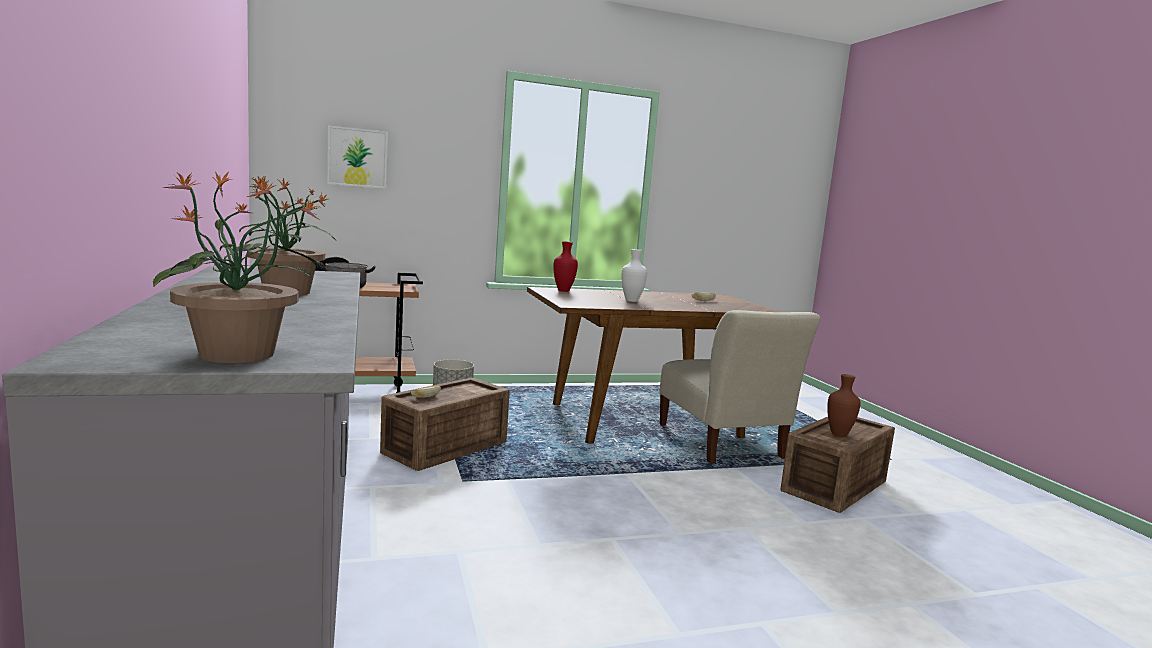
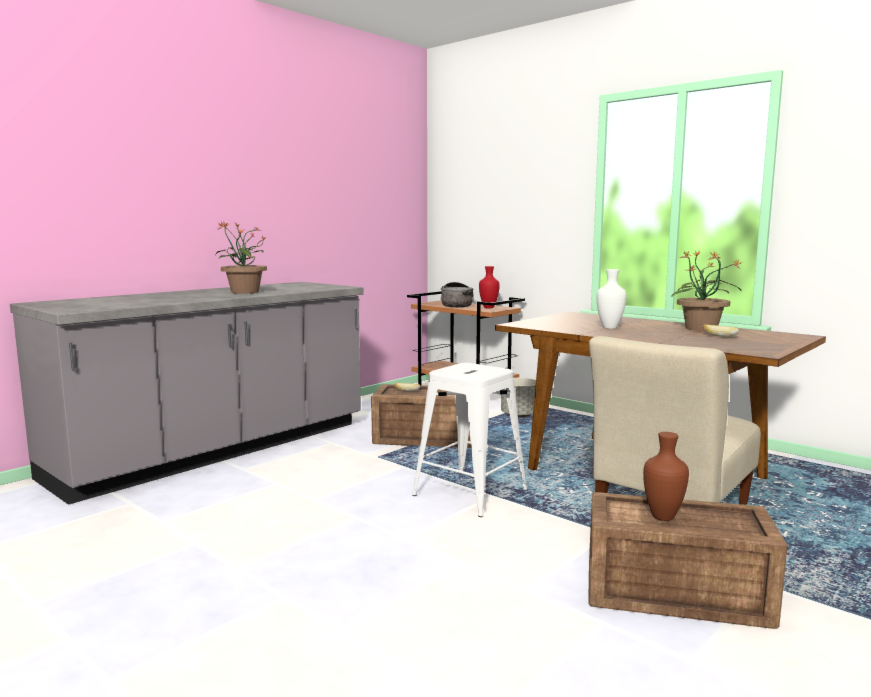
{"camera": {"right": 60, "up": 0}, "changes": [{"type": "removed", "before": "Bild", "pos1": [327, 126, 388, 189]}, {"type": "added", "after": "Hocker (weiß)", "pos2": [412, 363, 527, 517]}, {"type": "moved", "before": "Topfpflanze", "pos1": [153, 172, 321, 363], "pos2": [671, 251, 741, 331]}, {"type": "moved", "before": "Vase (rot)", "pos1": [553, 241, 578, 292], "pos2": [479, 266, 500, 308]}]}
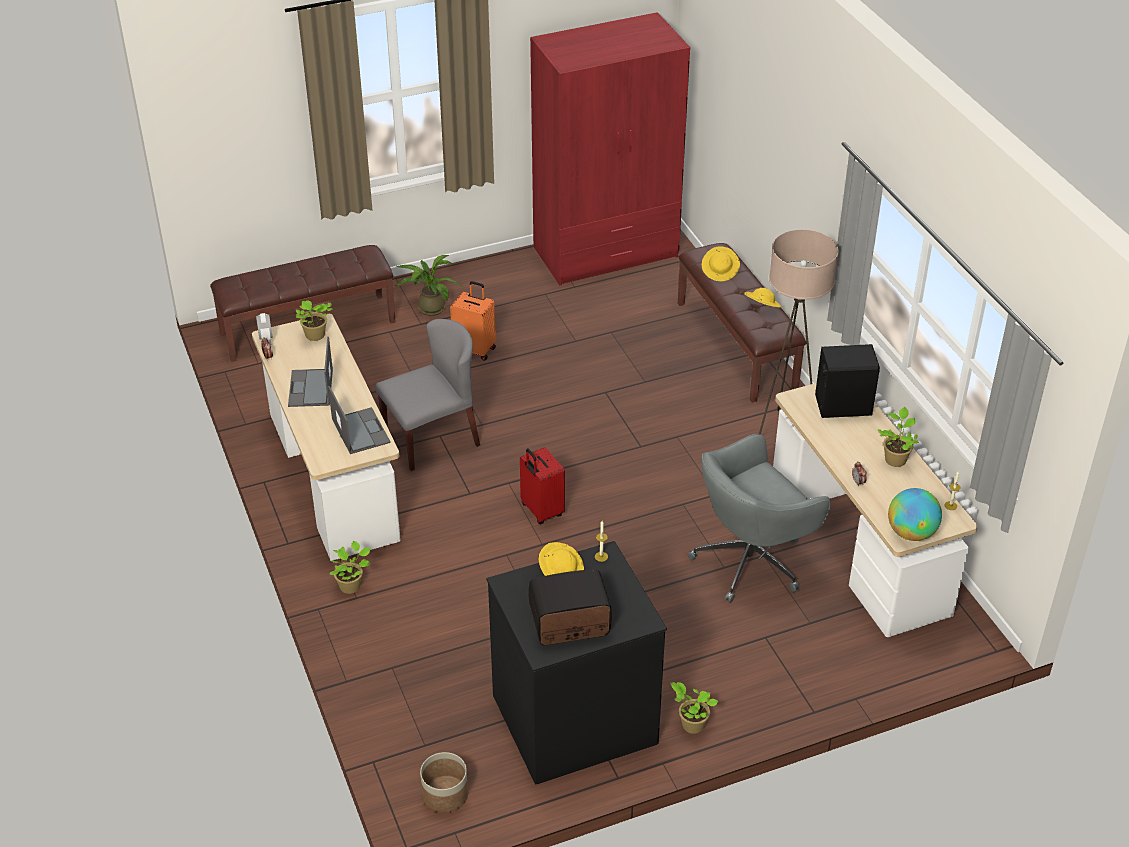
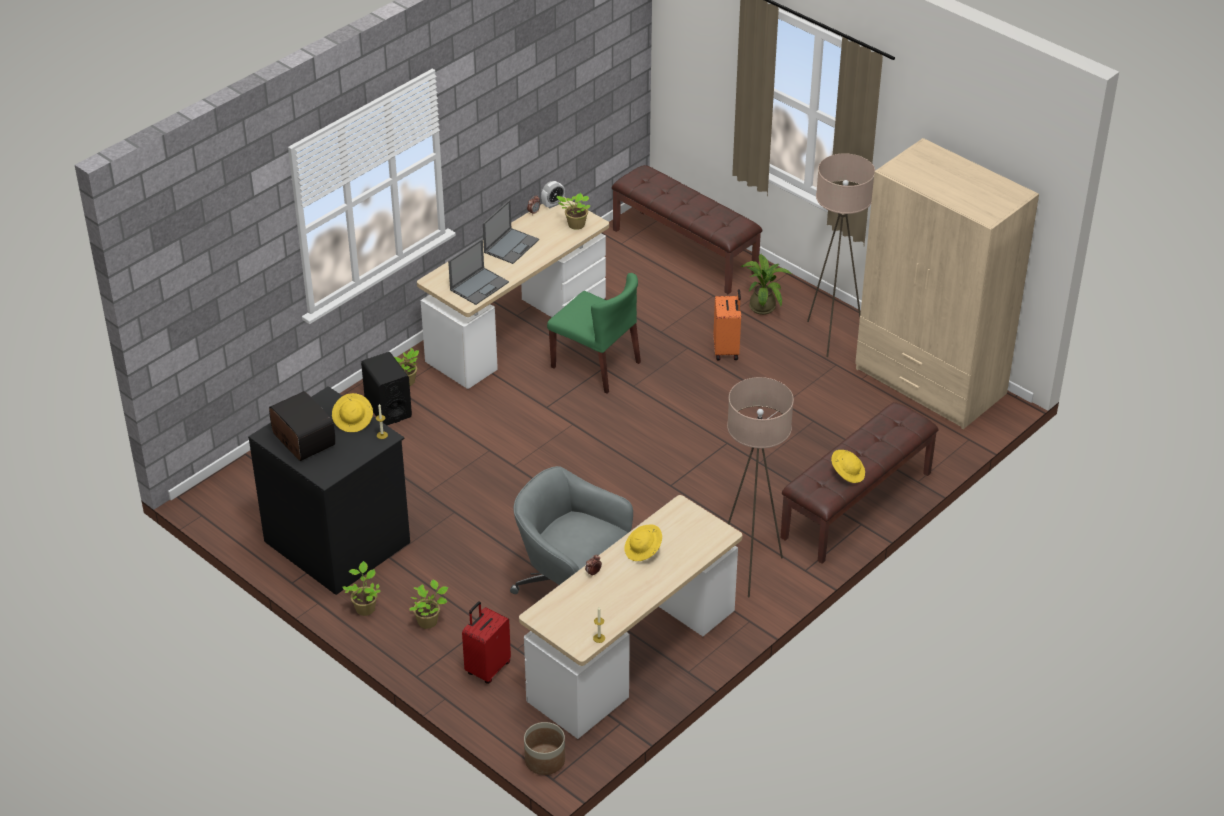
{"camera": {"right": 65, "up": 0}, "changes": [{"type": "removed", "before": "Globus", "pos1": [888, 488, 942, 541]}, {"type": "added", "after": "Stehlampe (beige)", "pos2": [807, 153, 875, 357]}, {"type": "moved", "before": "Pflanzkübel", "pos1": [420, 752, 468, 813], "pos2": [524, 722, 565, 775]}, {"type": "moved", "before": "Koffer (rot)", "pos1": [520, 447, 565, 524], "pos2": [462, 601, 511, 684]}, {"type": "moved", "before": "Hut (gelb)", "pos1": [702, 246, 740, 281], "pos2": [624, 525, 662, 561]}, {"type": "moved", "before": "Lautsprecher (schwarz)", "pos1": [815, 344, 880, 418], "pos2": [361, 352, 412, 425]}, {"type": "moved", "before": "Topfpflanze", "pos1": [878, 407, 919, 467], "pos2": [410, 579, 448, 629]}, {"type": "recoloured", "before": "Stuhl (grau)", "after": "Stuhl (grün)", "pos1": [375, 319, 480, 471], "pos2": [547, 273, 641, 393]}, {"type": "recoloured", "before": "Kleiderschrank (rot)", "after": "Kleiderschrank (beige)", "pos1": [530, 12, 690, 285], "pos2": [855, 138, 1039, 429]}, {"type": "turned", "before": "Laptop", "pos1": [288, 337, 333, 407], "pos2": [483, 200, 539, 264], "turn": 150}]}
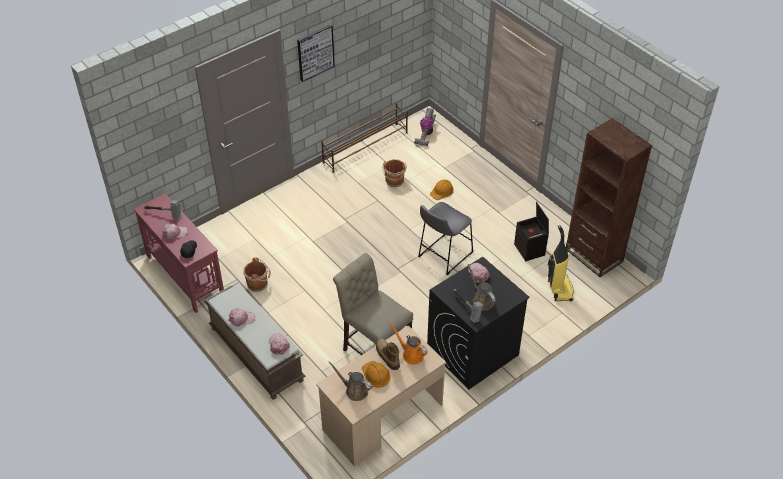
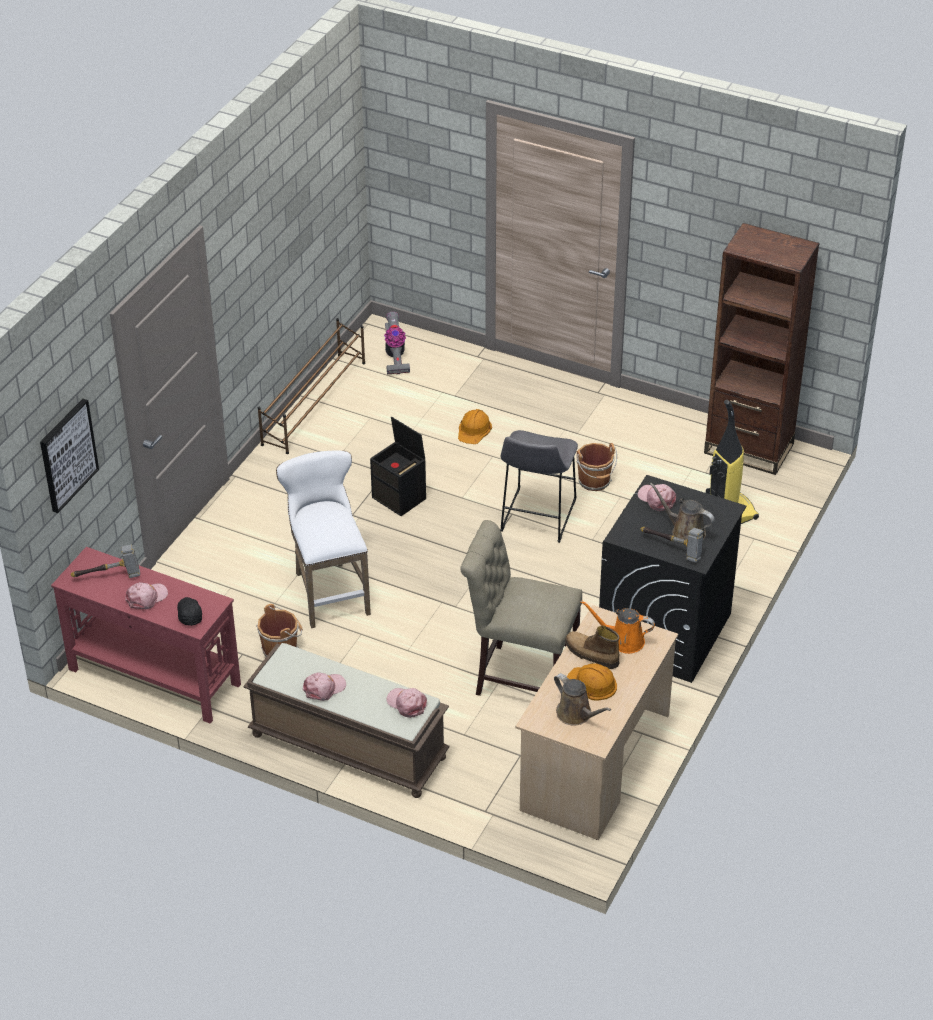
{"camera": {"right": -25, "up": -5}, "changes": [{"type": "added", "after": "Hocker (weiß)", "pos2": [276, 450, 371, 628]}, {"type": "moved", "before": "Bild", "pos1": [297, 24, 335, 82], "pos2": [40, 399, 99, 513]}, {"type": "moved", "before": "Eimer (braun)", "pos1": [382, 159, 407, 187], "pos2": [577, 443, 617, 491]}, {"type": "moved", "before": "Aufbewahrungsbox (schwarz)", "pos1": [514, 202, 549, 262], "pos2": [370, 416, 426, 516]}, {"type": "turned", "before": "Gießkanne (braun)", "pos1": [328, 361, 372, 401], "pos2": [554, 673, 611, 725], "turn": -135}]}
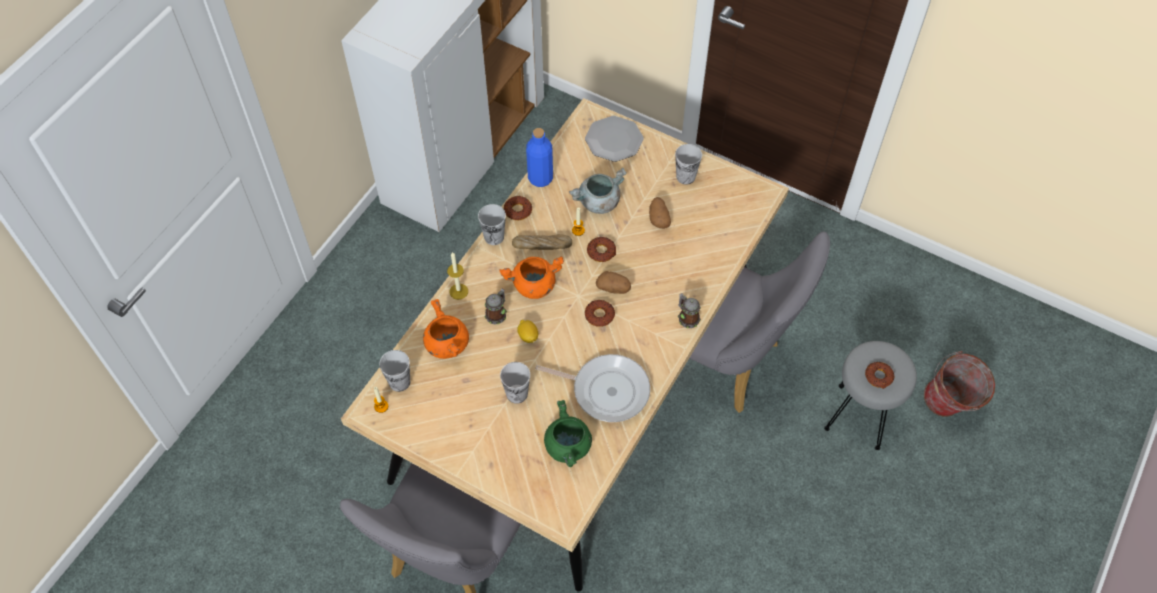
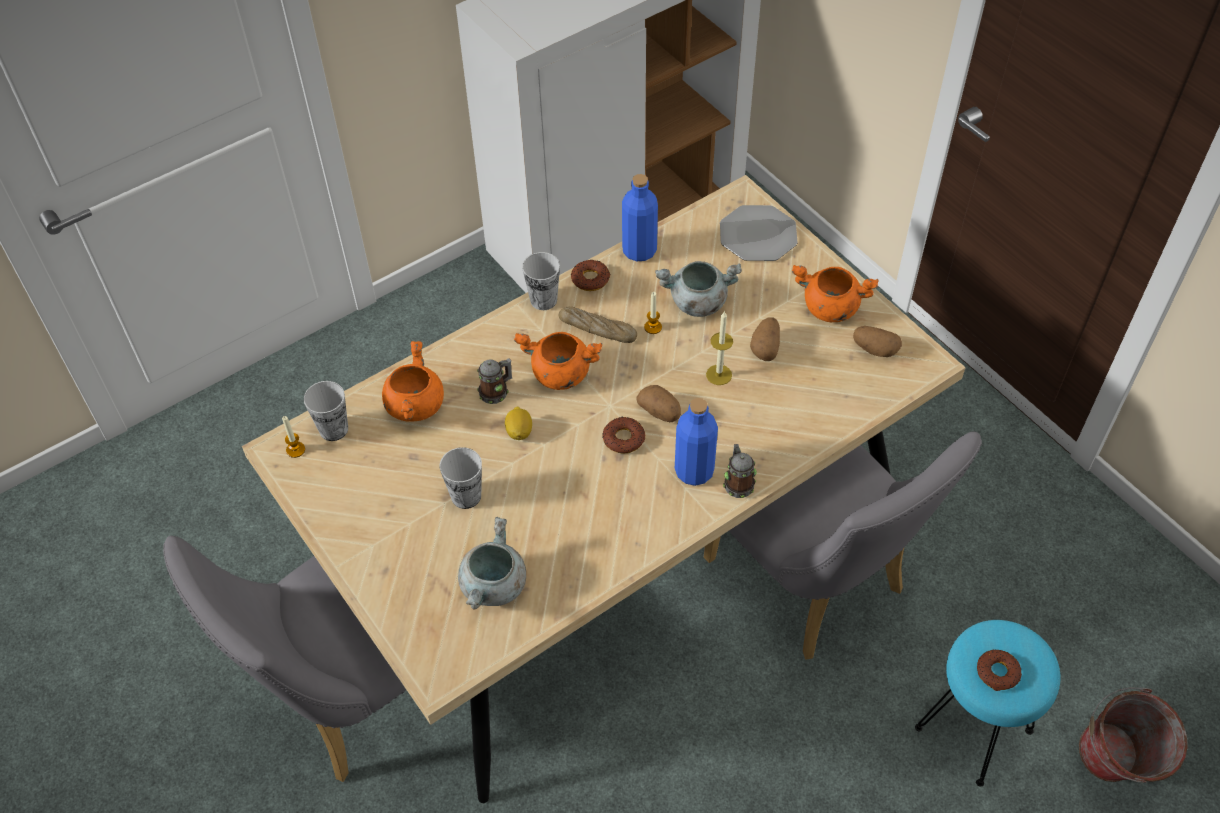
{"camera": {"right": 25, "up": -5}, "changes": [{"type": "removed", "before": "Pfanne", "pos1": [535, 354, 650, 422]}, {"type": "removed", "before": "Donut", "pos1": [587, 237, 616, 262]}, {"type": "added", "after": "Flasche (blau)", "pos2": [675, 398, 718, 486]}, {"type": "added", "after": "Kartoffel", "pos2": [853, 326, 902, 357]}, {"type": "moved", "before": "Kerze", "pos1": [447, 252, 468, 300], "pos2": [706, 311, 733, 385]}, {"type": "replaced", "before": "Tasse", "after": "Kochtopf (orange)", "pos1": [675, 144, 702, 185], "pos2": [792, 265, 879, 322]}, {"type": "recoloured", "before": "Kochtopf (grün)", "after": "Kochtopf (grau)", "pos1": [544, 400, 592, 467], "pos2": [458, 517, 526, 610]}, {"type": "recoloured", "before": "Hocker (grau)", "after": "Hocker (türkis)", "pos1": [824, 341, 917, 450], "pos2": [915, 620, 1061, 786]}]}
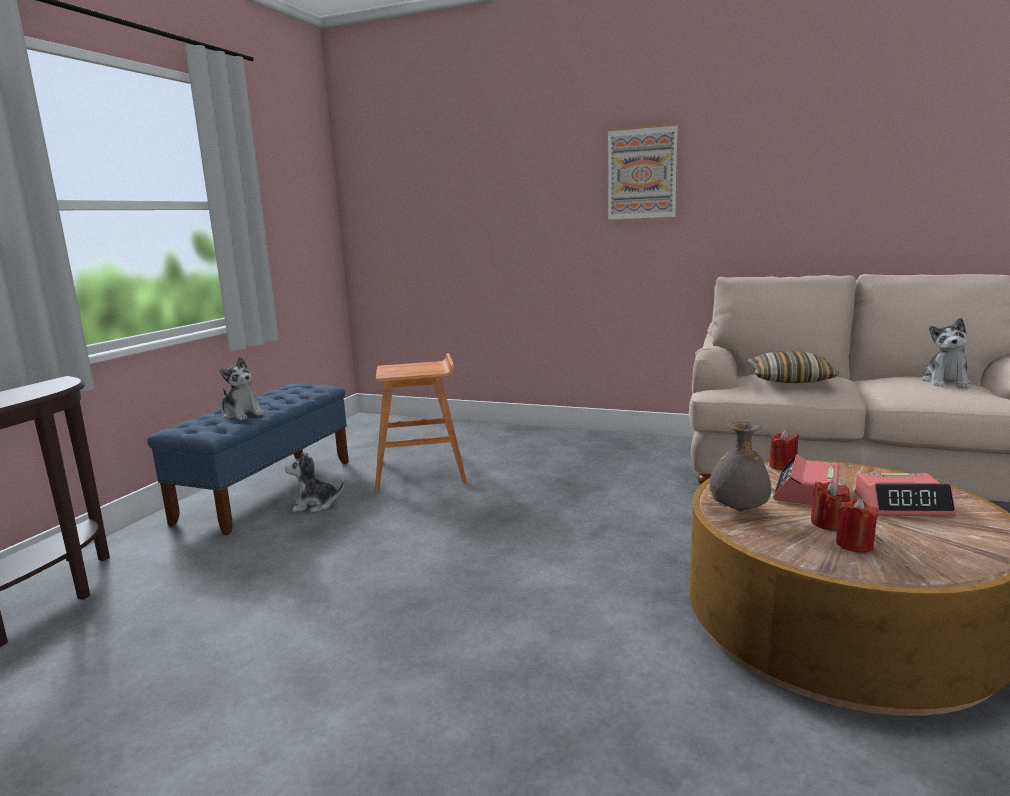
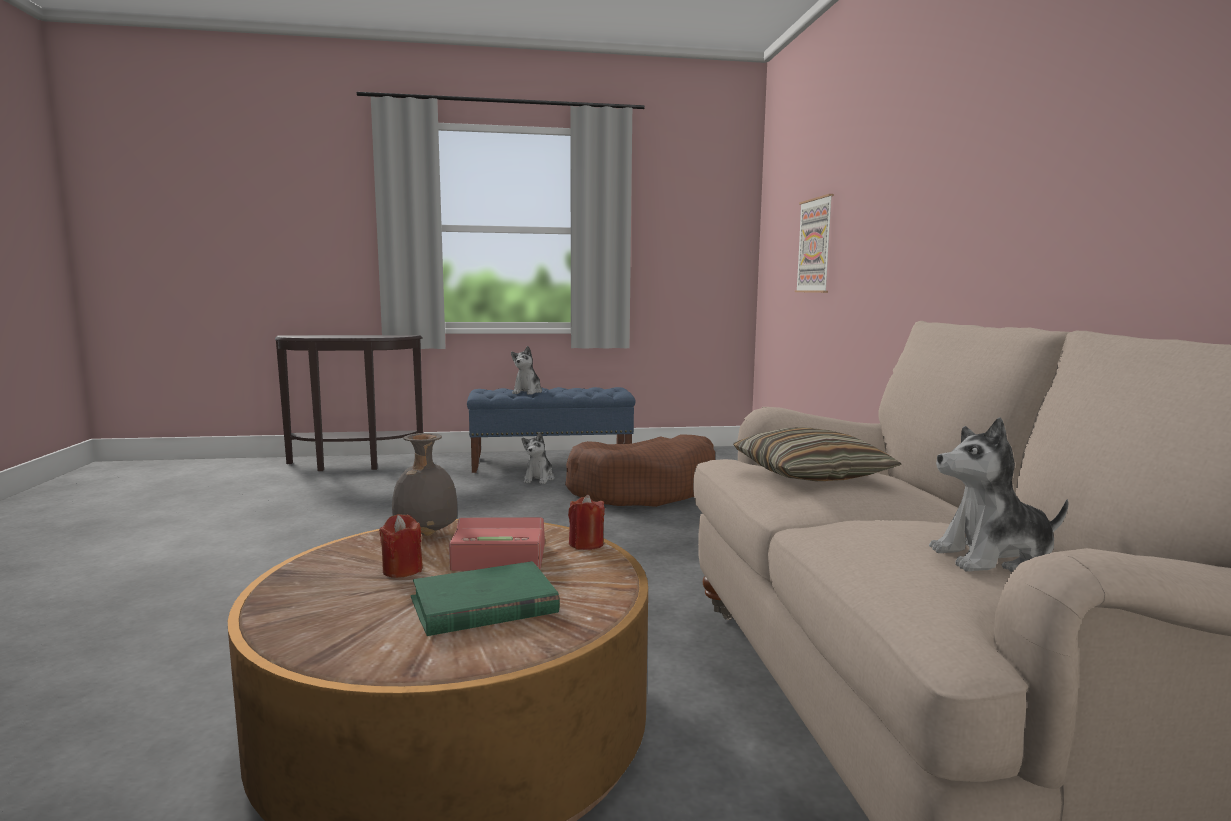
{"camera": {"right": 60, "up": -5}, "changes": [{"type": "removed", "before": "Kerze (rot)", "pos1": [836, 499, 879, 553]}, {"type": "moved", "before": "Bild", "pos1": [608, 123, 678, 221], "pos2": [795, 194, 834, 293]}, {"type": "replaced", "before": "Hocker (braun)", "after": "Hundebett (braun)", "pos1": [375, 353, 467, 491], "pos2": [565, 434, 715, 507]}, {"type": "replaced", "before": "Wecker", "after": "Buch (grün)", "pos1": [855, 473, 956, 516], "pos2": [411, 561, 560, 636]}, {"type": "turned", "before": "Plüschtier", "pos1": [285, 452, 344, 512], "pos2": [522, 432, 555, 484], "turn": -135}]}
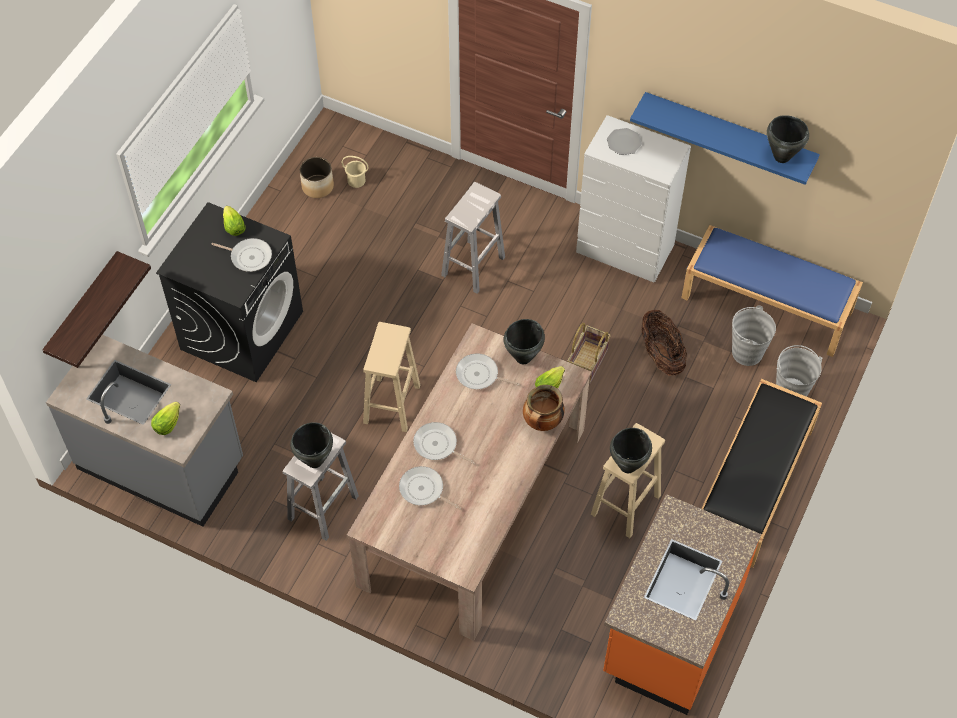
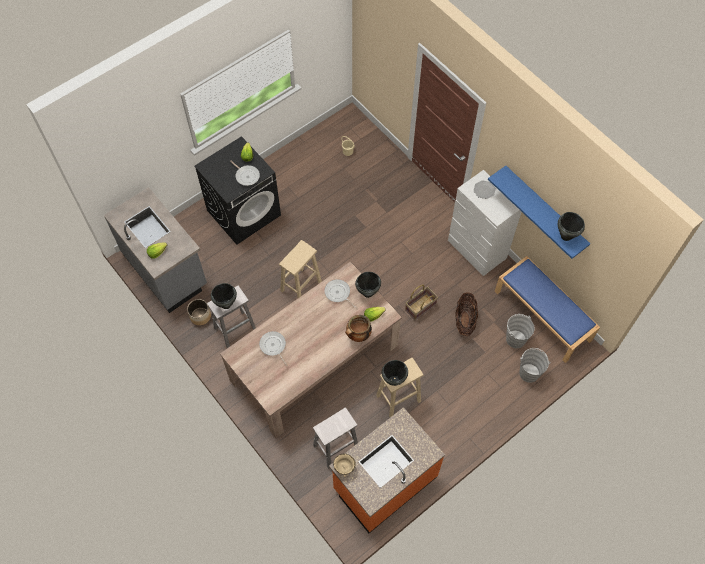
{"camera": {"right": 25, "up": 5}, "changes": [{"type": "removed", "before": "Wandregal", "pos1": [42, 251, 151, 368]}, {"type": "removed", "before": "Pfanne", "pos1": [413, 422, 475, 464]}, {"type": "removed", "before": "Bank (schwarz)", "pos1": [701, 379, 822, 568]}, {"type": "added", "after": "Schüssel (beige)", "pos2": [333, 454, 356, 477]}, {"type": "moved", "before": "Pflanzkübel", "pos1": [300, 157, 334, 198], "pos2": [187, 299, 211, 326]}, {"type": "moved", "before": "Hocker (weiß)", "pos1": [441, 182, 505, 294], "pos2": [313, 407, 358, 469]}]}
